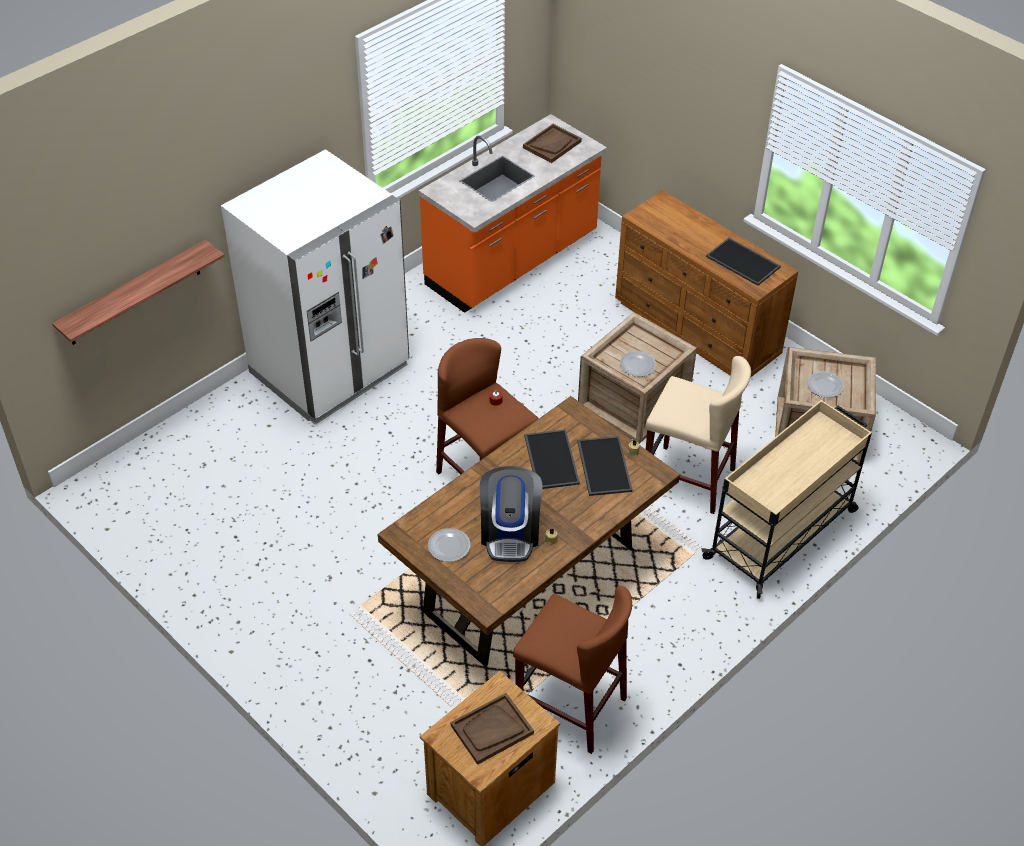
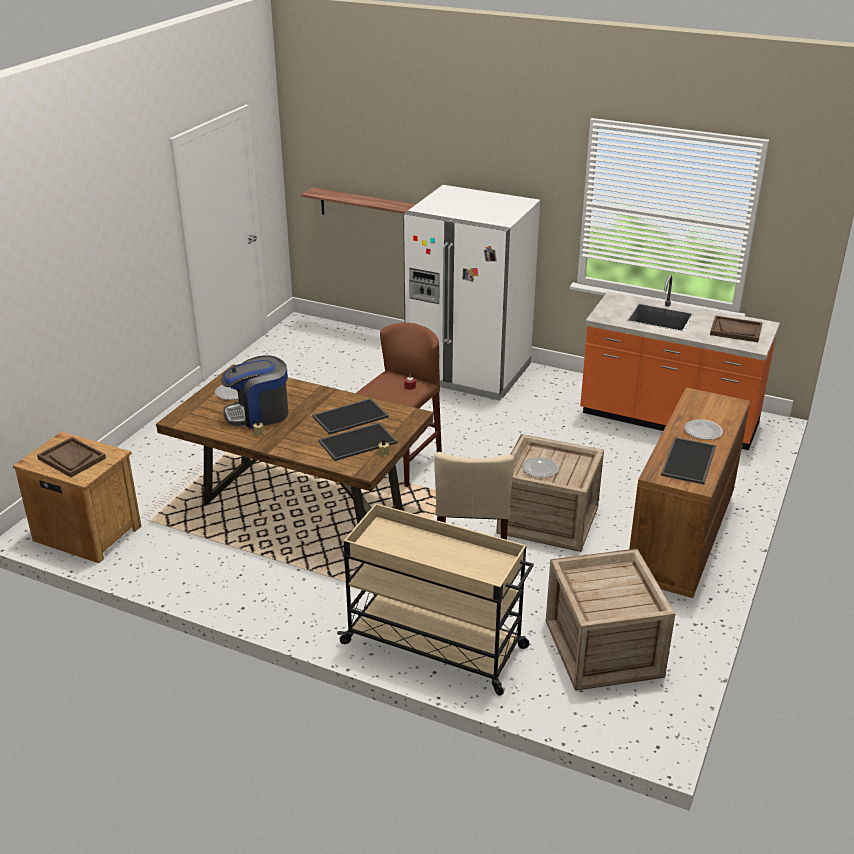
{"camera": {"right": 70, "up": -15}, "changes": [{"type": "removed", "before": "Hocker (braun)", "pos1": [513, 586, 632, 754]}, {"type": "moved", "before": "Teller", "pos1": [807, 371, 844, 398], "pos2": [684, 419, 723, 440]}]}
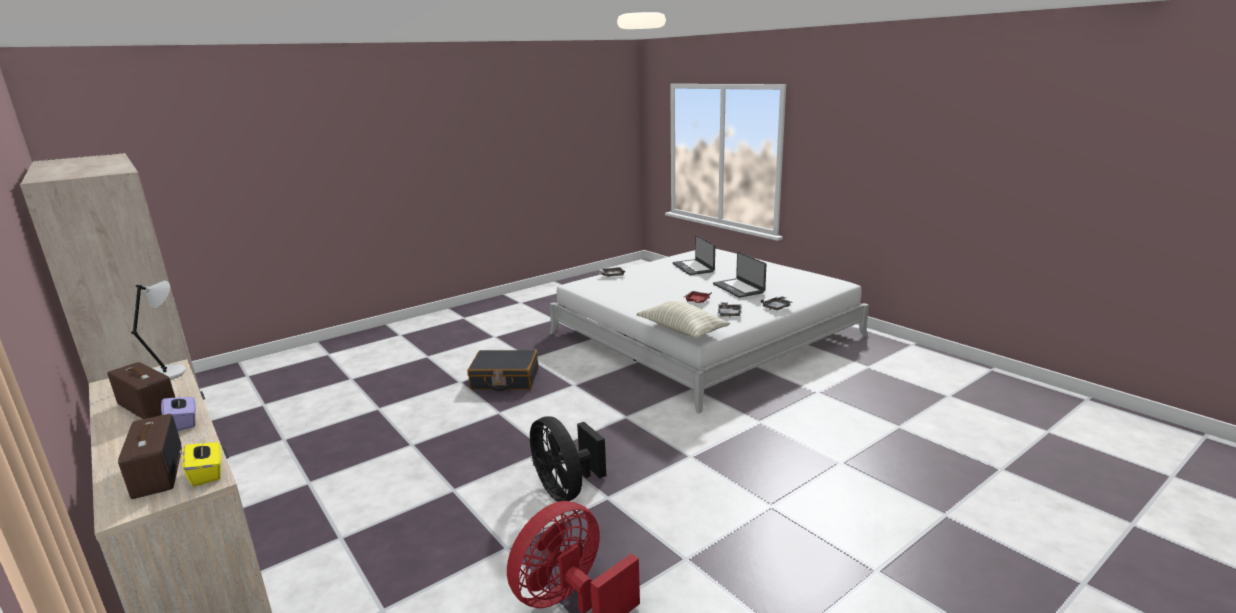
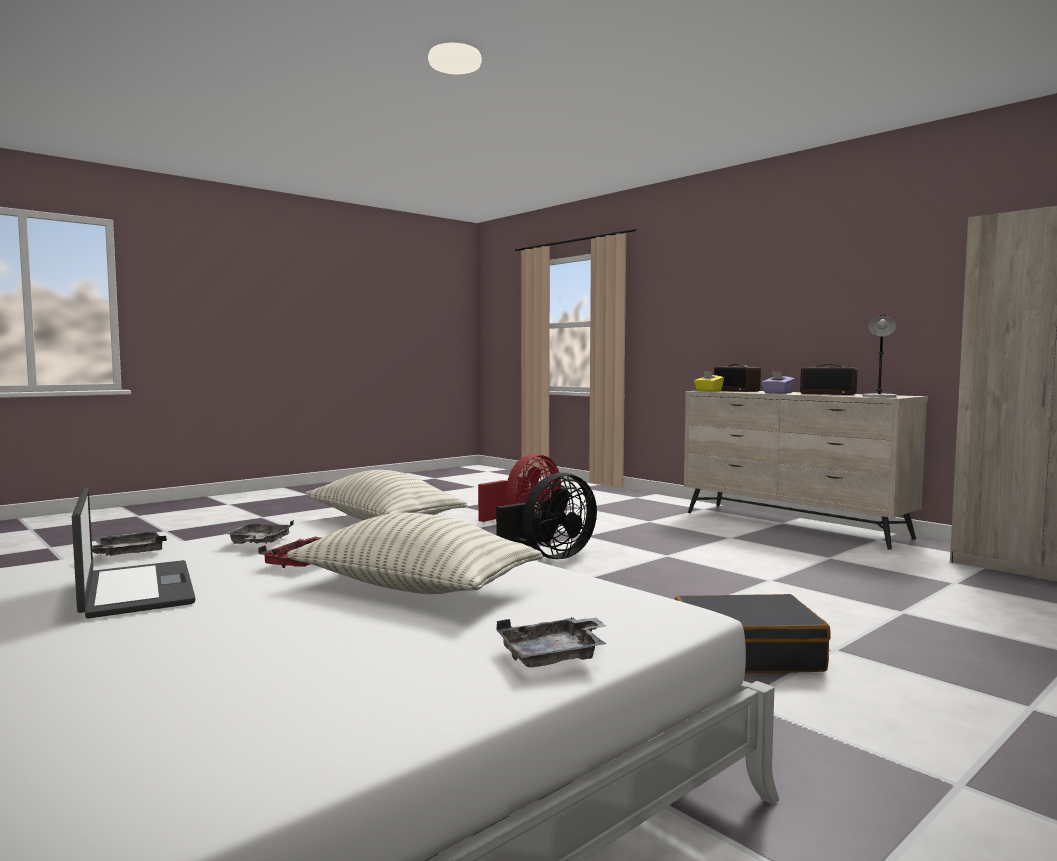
{"camera": {"right": 175, "up": -15}, "changes": [{"type": "removed", "before": "Laptop", "pos1": [672, 235, 715, 275]}, {"type": "added", "after": "Kissen", "pos2": [287, 513, 542, 594]}, {"type": "turned", "before": "Ventilator (schwarz)", "pos1": [530, 416, 606, 502], "pos2": [496, 473, 597, 559], "turn": 90}]}
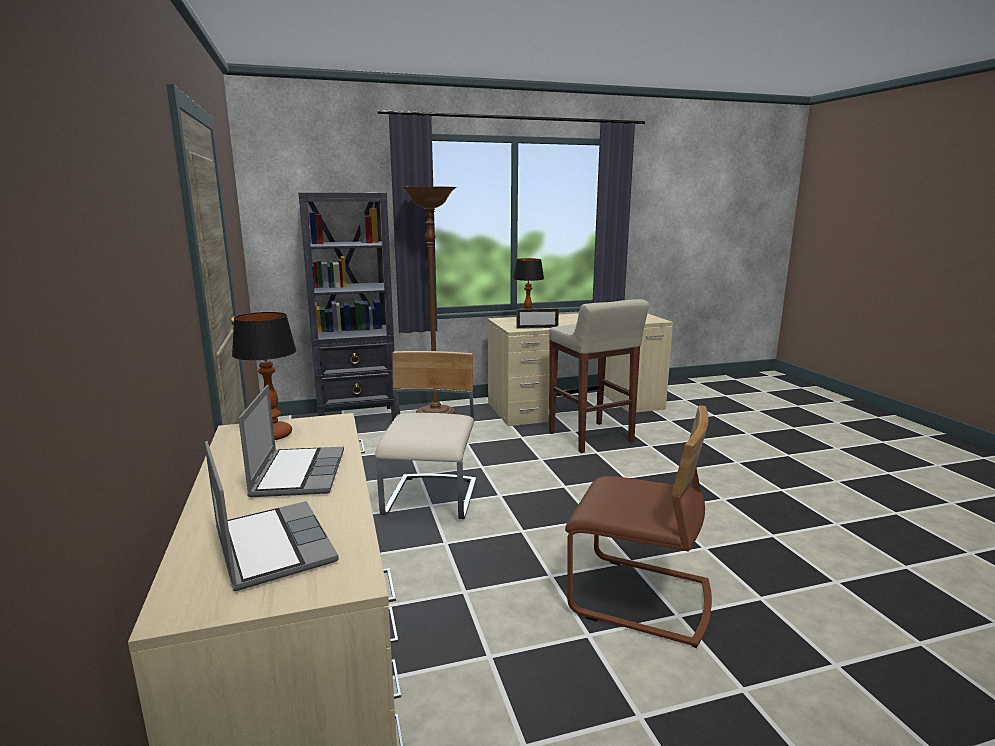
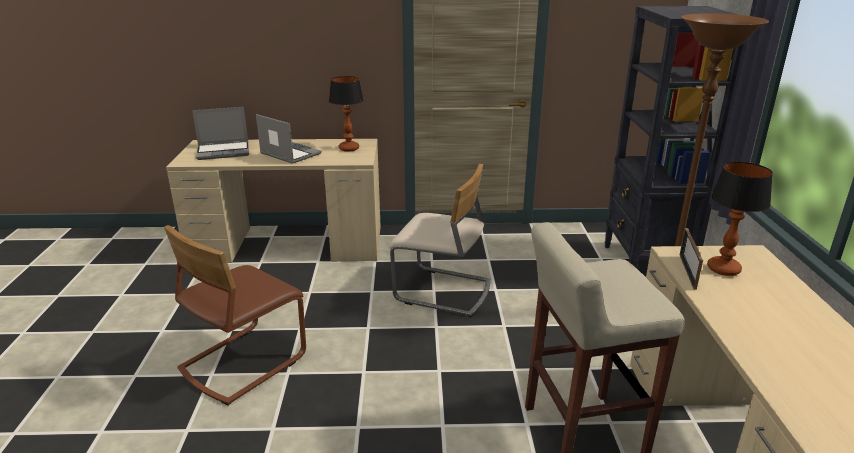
{"camera": {"right": 105, "up": 10}, "changes": [{"type": "turned", "before": "Laptop", "pos1": [238, 385, 344, 497], "pos2": [256, 114, 322, 164], "turn": -150}]}
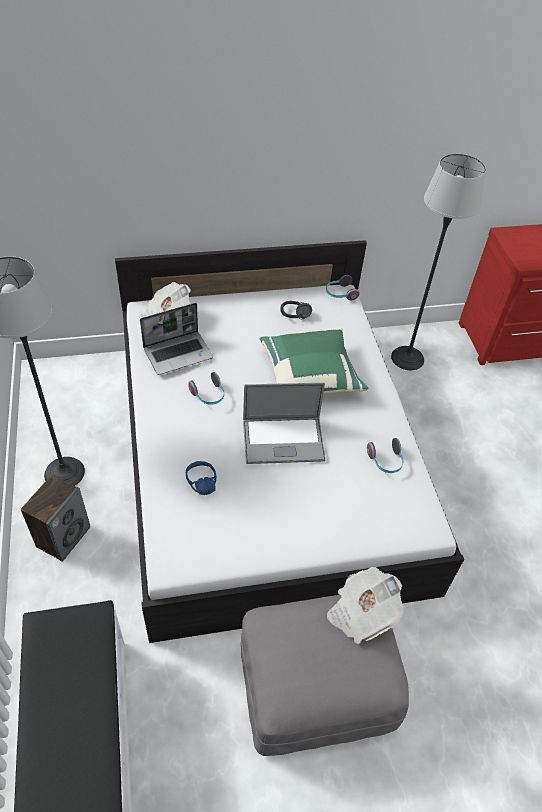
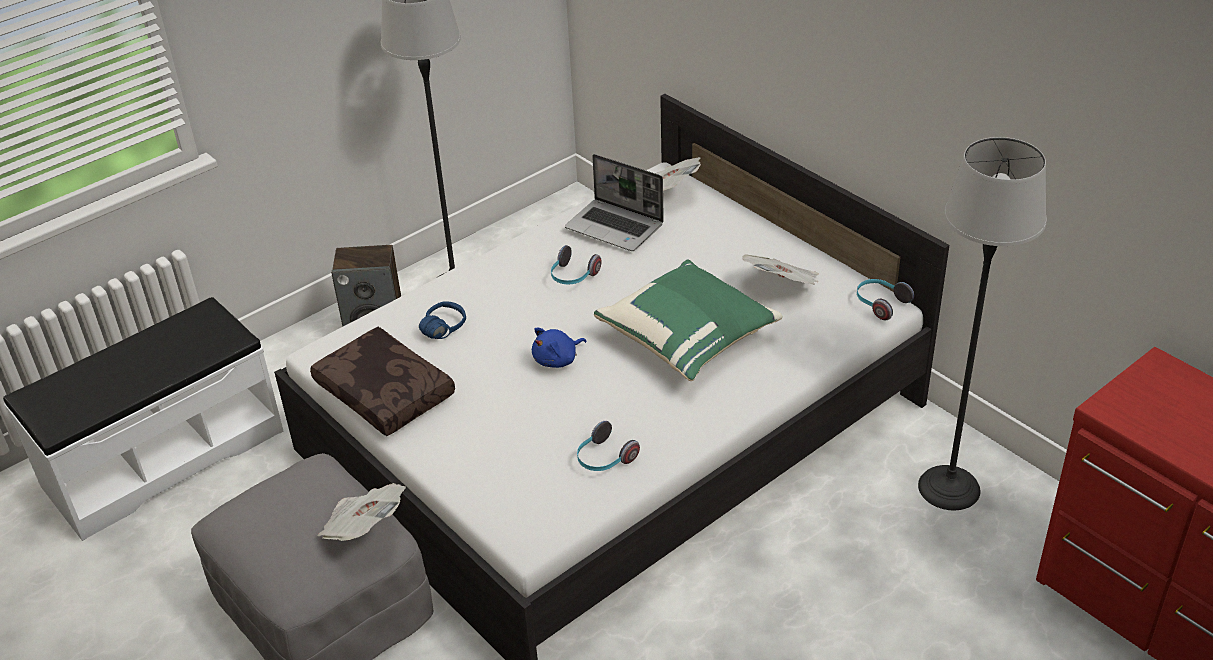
{"camera": {"right": 65, "up": -10}, "changes": [{"type": "added", "after": "Kissen (braun)", "pos2": [310, 327, 455, 436]}, {"type": "replaced", "before": "Laptop", "after": "Plüschtier (blau)", "pos1": [243, 383, 326, 464], "pos2": [532, 328, 586, 368]}, {"type": "replaced", "before": "Kopfhörer (schwarz)", "after": "Zeitung", "pos1": [280, 301, 312, 320], "pos2": [742, 255, 819, 285]}]}
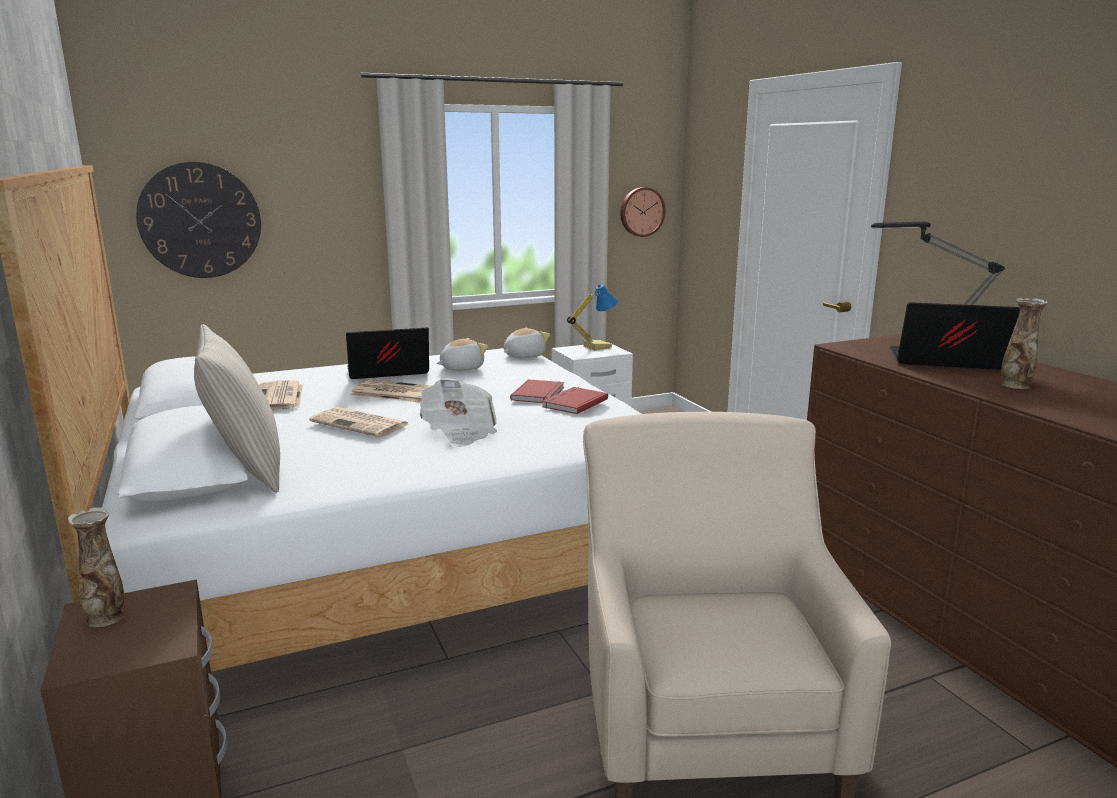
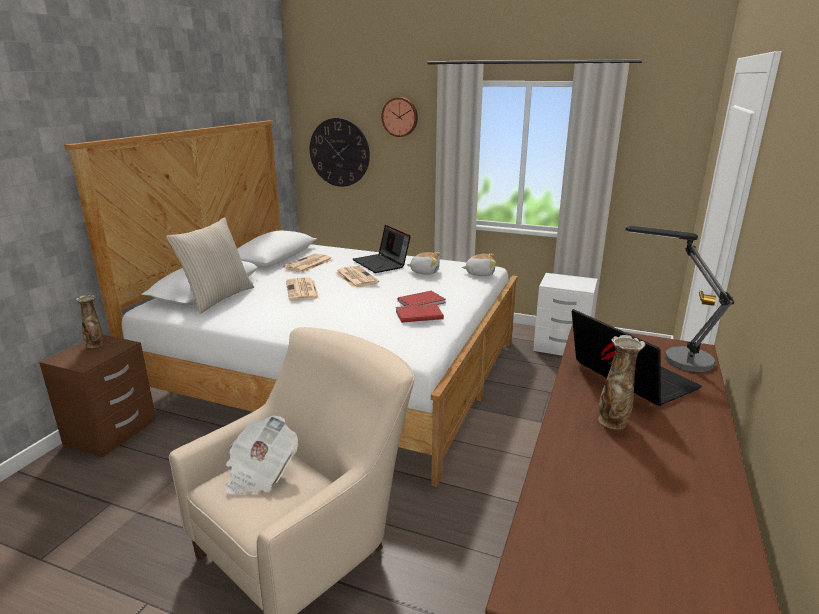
{"camera": {"right": 45, "up": 5}, "changes": [{"type": "removed", "before": "Tischlampe", "pos1": [567, 284, 618, 351]}, {"type": "moved", "before": "Zeitung", "pos1": [420, 378, 497, 447], "pos2": [224, 416, 298, 495]}, {"type": "moved", "before": "Wanduhr", "pos1": [620, 187, 665, 237], "pos2": [381, 97, 418, 137]}, {"type": "turned", "before": "Laptop", "pos1": [346, 328, 429, 379], "pos2": [353, 225, 411, 273], "turn": -150}]}
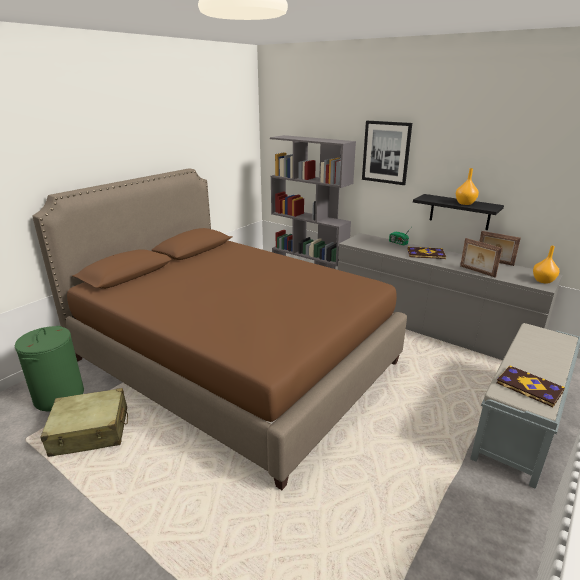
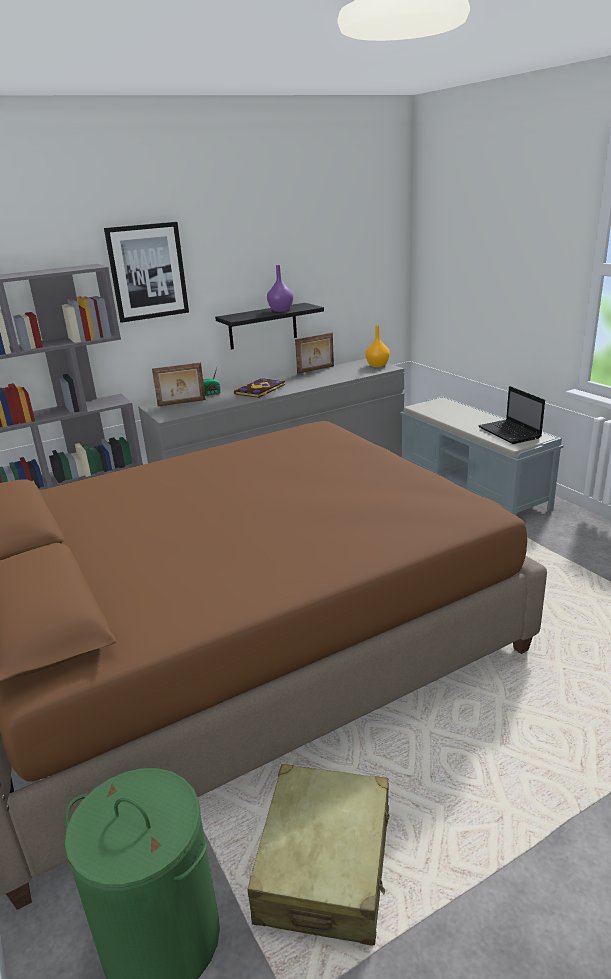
{"camera": {"right": -65, "up": 0}, "changes": [{"type": "moved", "before": "Bilderrahmen", "pos1": [460, 238, 502, 278], "pos2": [152, 363, 206, 407]}, {"type": "replaced", "before": "Buch", "after": "Laptop", "pos1": [496, 365, 565, 407], "pos2": [478, 386, 545, 444]}, {"type": "recoloured", "before": "Vase (orange)", "after": "Vase (lila)", "pos1": [456, 168, 479, 205], "pos2": [267, 265, 294, 312]}]}
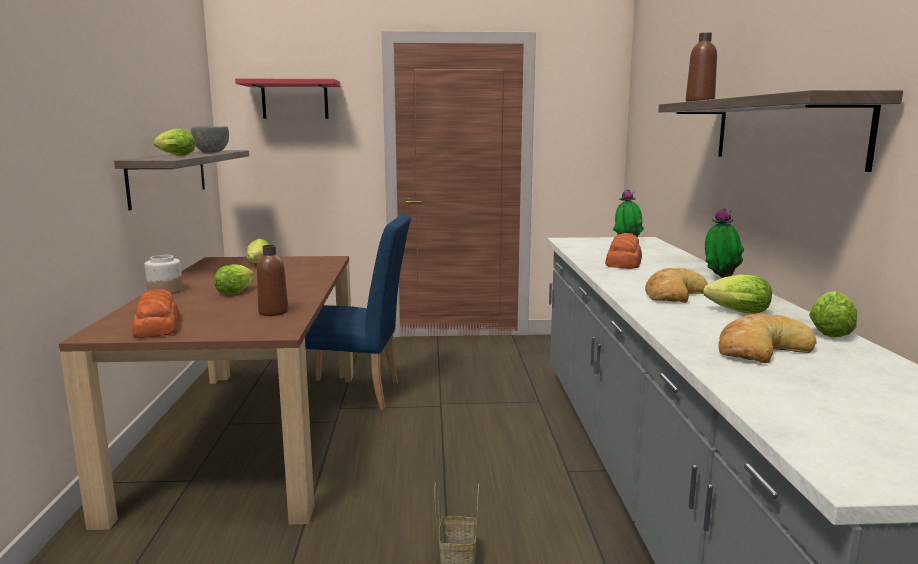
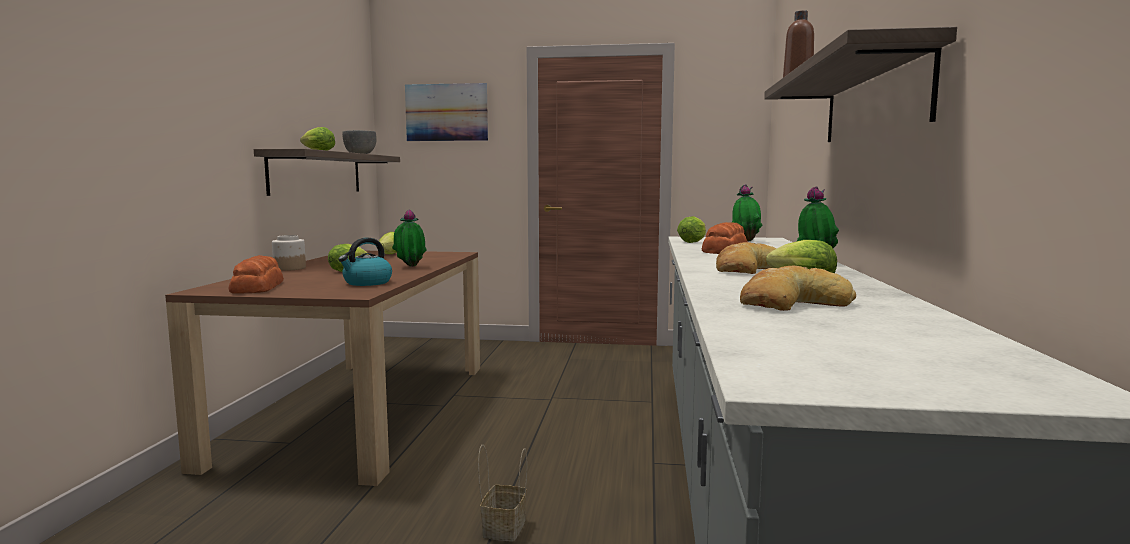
{"camera": {"right": 10, "up": -5}, "changes": [{"type": "removed", "before": "Stuhl (blau)", "pos1": [305, 214, 411, 410]}, {"type": "added", "after": "Topfpflanze", "pos2": [392, 210, 426, 267]}, {"type": "moved", "before": "Salatkopf", "pos1": [809, 291, 857, 338], "pos2": [677, 216, 706, 243]}, {"type": "replaced", "before": "Wandregal (rot)", "after": "Bild", "pos1": [235, 79, 341, 119], "pos2": [405, 83, 488, 141]}, {"type": "replaced", "before": "Flasche (braun)", "after": "Wasserkessel", "pos1": [257, 245, 288, 316], "pos2": [338, 238, 392, 286]}]}
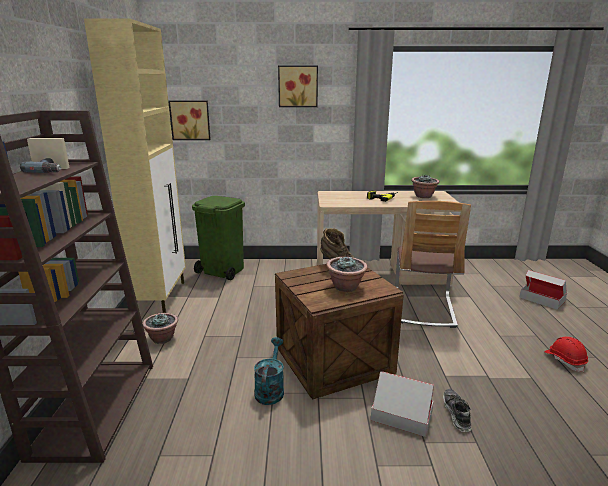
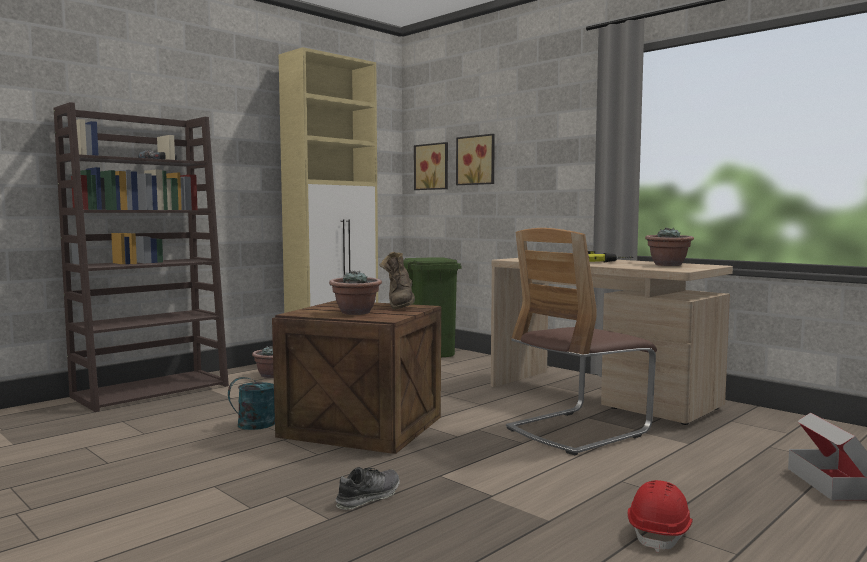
{"camera": {"right": 45, "up": -15}, "changes": [{"type": "removed", "before": "Karton", "pos1": [371, 371, 434, 437]}, {"type": "moved", "before": "Bild", "pos1": [278, 65, 318, 107], "pos2": [456, 134, 495, 185]}]}
